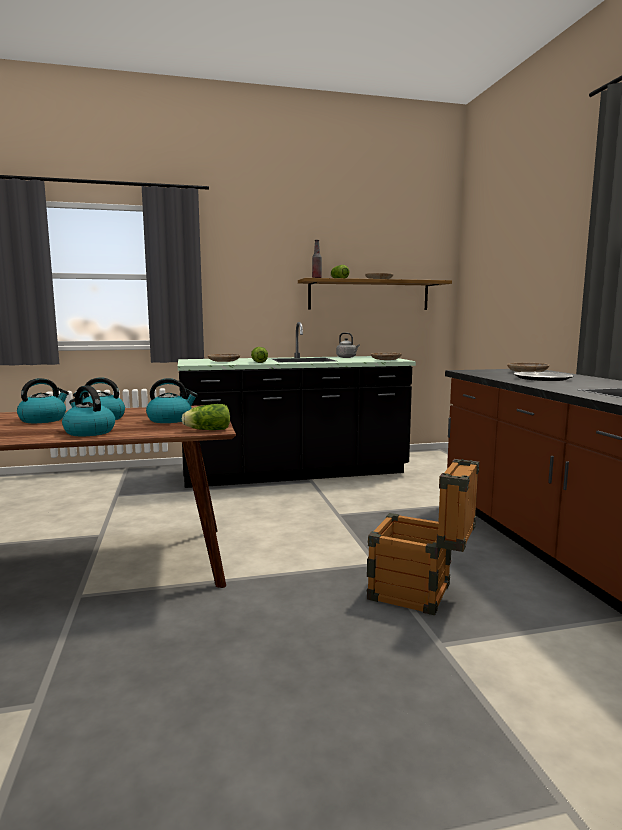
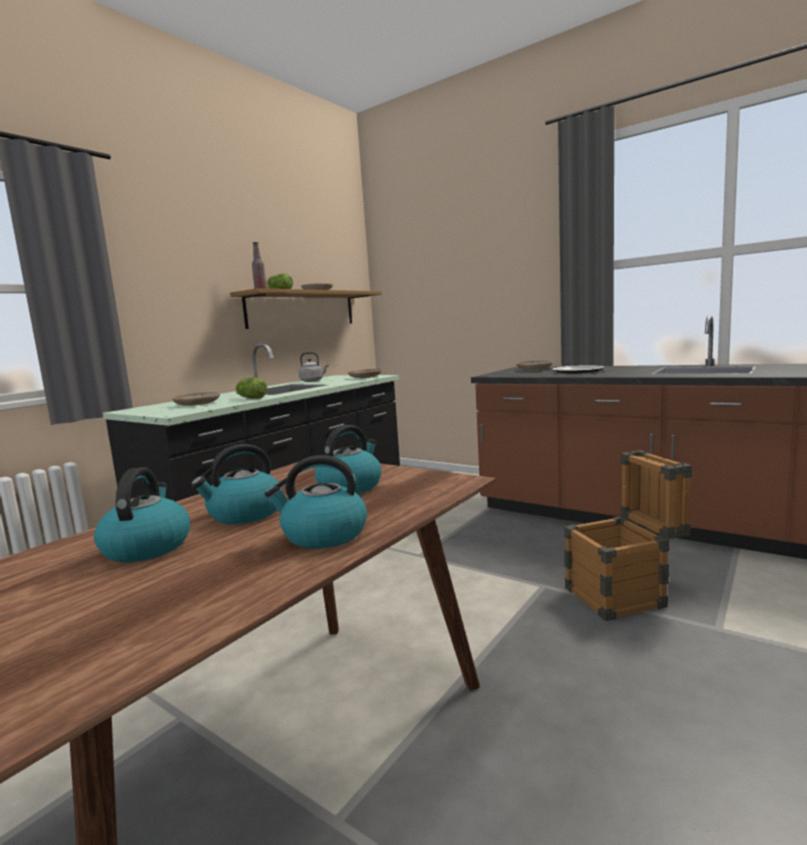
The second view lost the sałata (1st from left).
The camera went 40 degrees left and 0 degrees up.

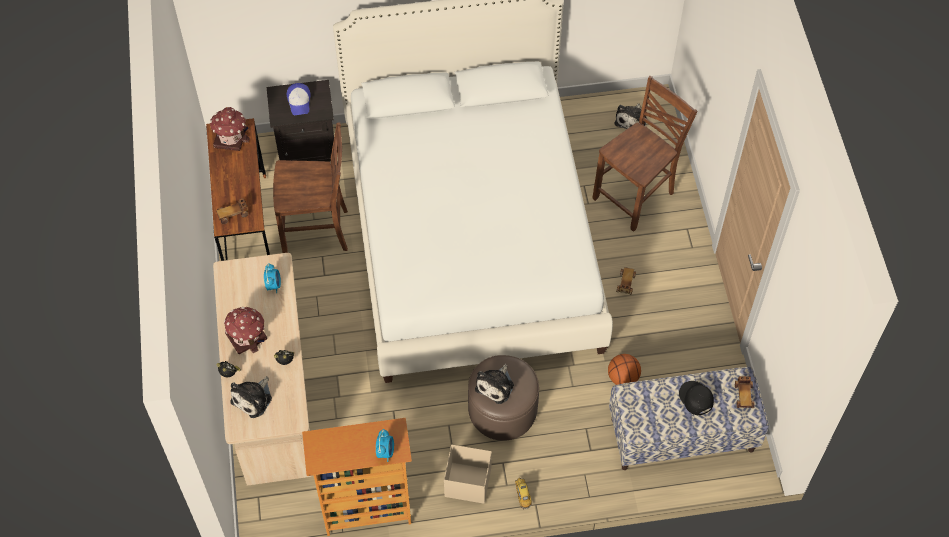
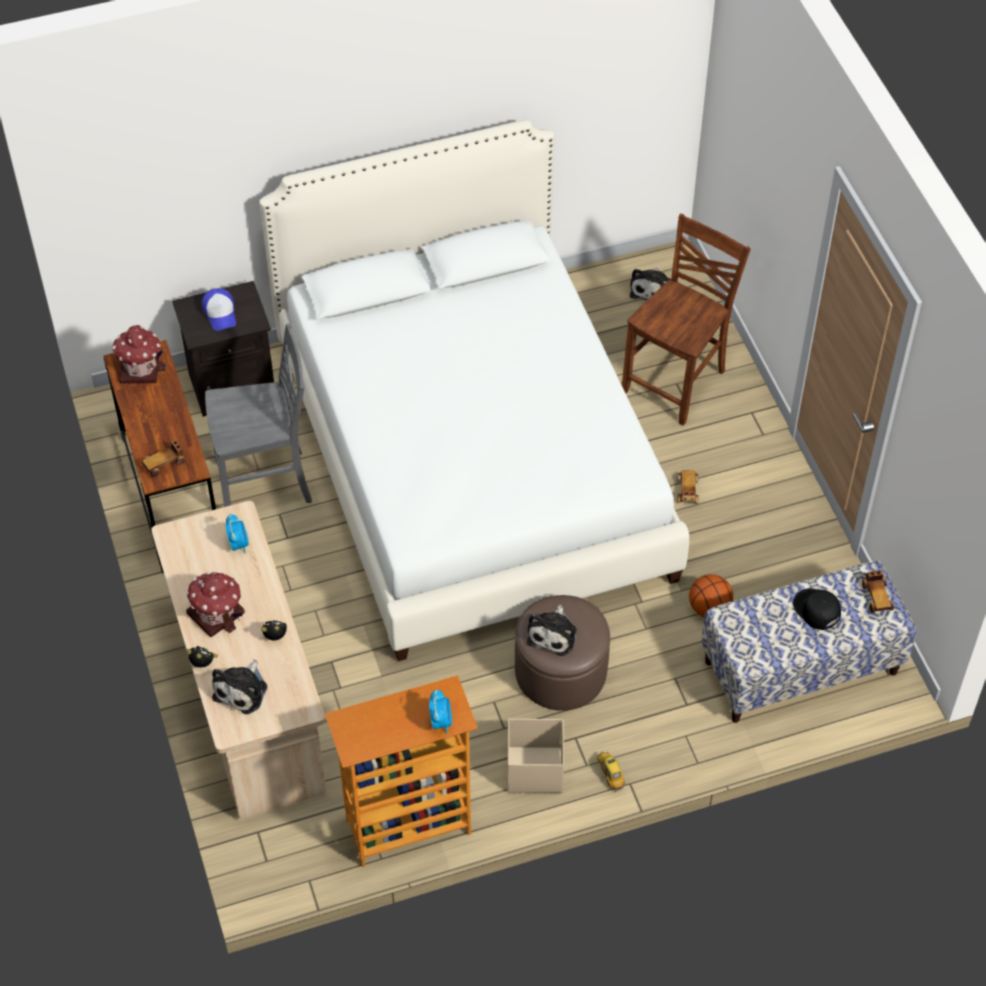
What was the krzesło/brązowy (1st from left) turned into the krzesło/szary.
The camera went 10 degrees left and 5 degrees down.

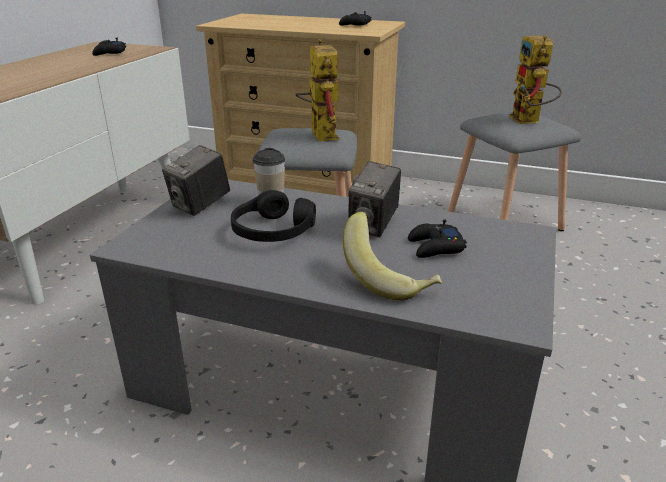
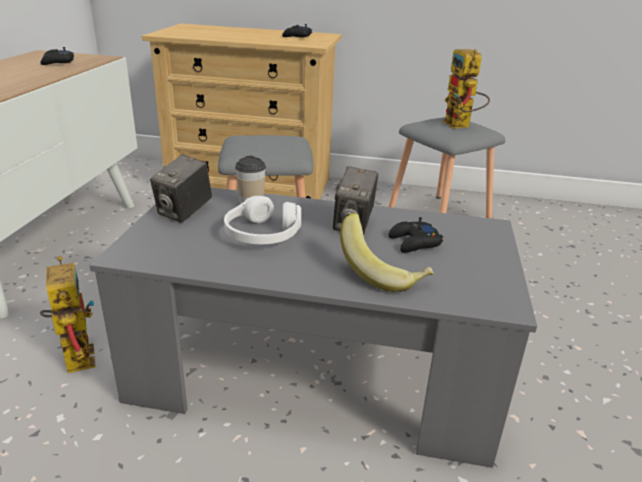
The robot zabawkowy (1st from left) ended up elsewhere.
What was the słuchawki/czarny turned into the słuchawki/biały.
The camera went 10 degrees left and 0 degrees up.

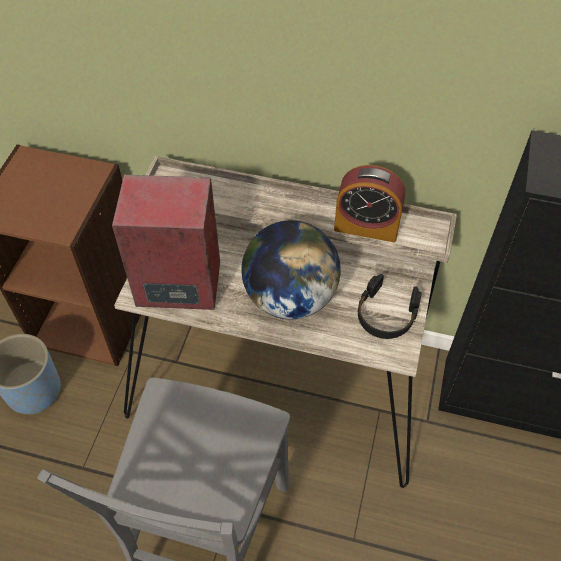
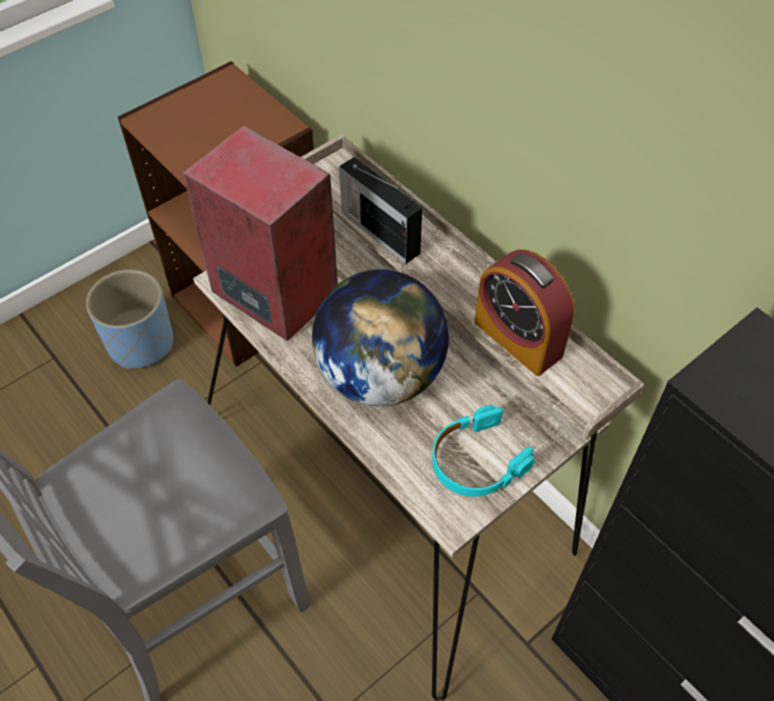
What was the słuchawki/czarny turned into the słuchawki/turkusowy.
The second view gained the radio.
The camera went 35 degrees right and 0 degrees up.

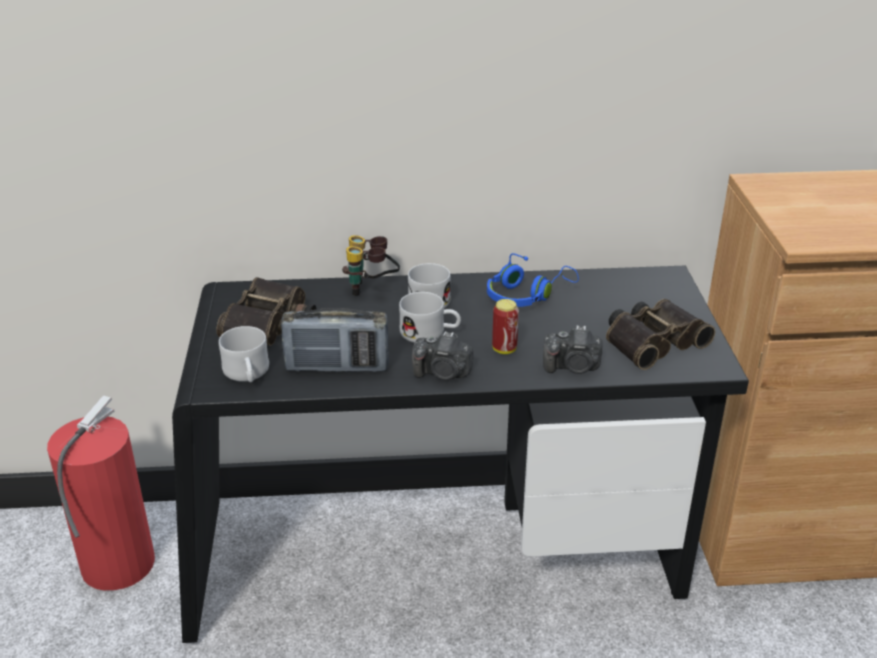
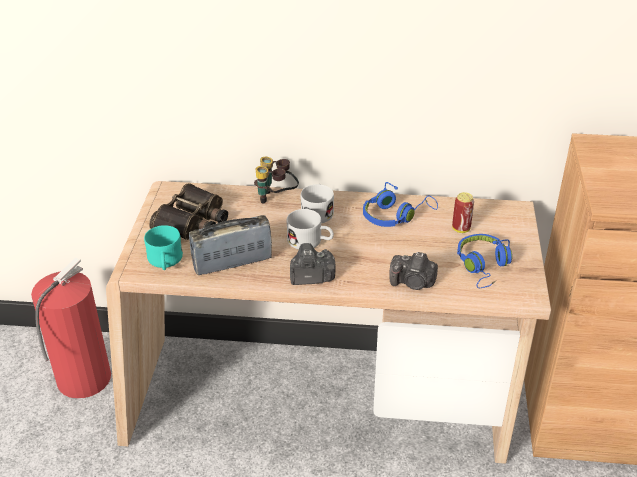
What was the biurko/czarny turned into the biurko/beżowy.
The puszka ended up elsewhere.
Where the lornetka (3rd from left) stood, the słuchawki/niebieski (2nd from left) came to stand.
The radio ended up facing another way, 150 degrees clockwise from before.
What was the kubek/biały (1st from left) turned into the kubek/turkusowy.
The aparat fotograficzny (1st from left) ended up facing another way, 150 degrees clockwise from before.
The camera went 10 degrees right and 5 degrees up.

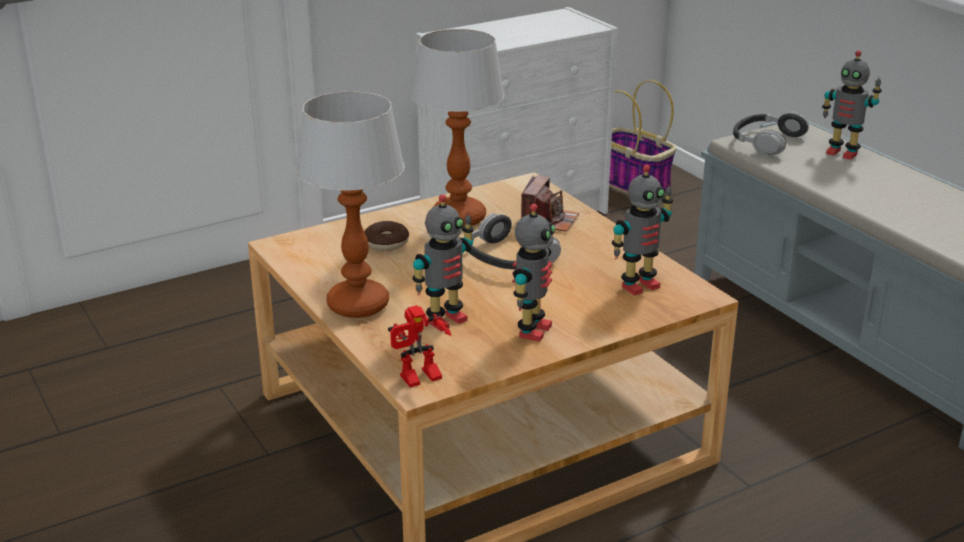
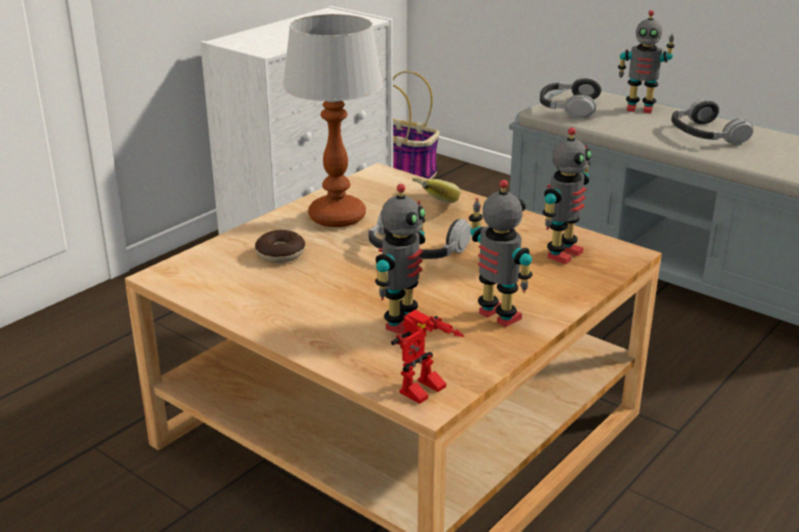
The second view lost the lampa stołowa (1st from left).
Where the aparat fotograficzny stood, the banan came to stand.
The robot zabawkowy (3rd from left) ended up facing another way, 45 degrees counterclockwise from before.
The second view gained the słuchawki (3rd from left).
The camera went 20 degrees left and 0 degrees up.

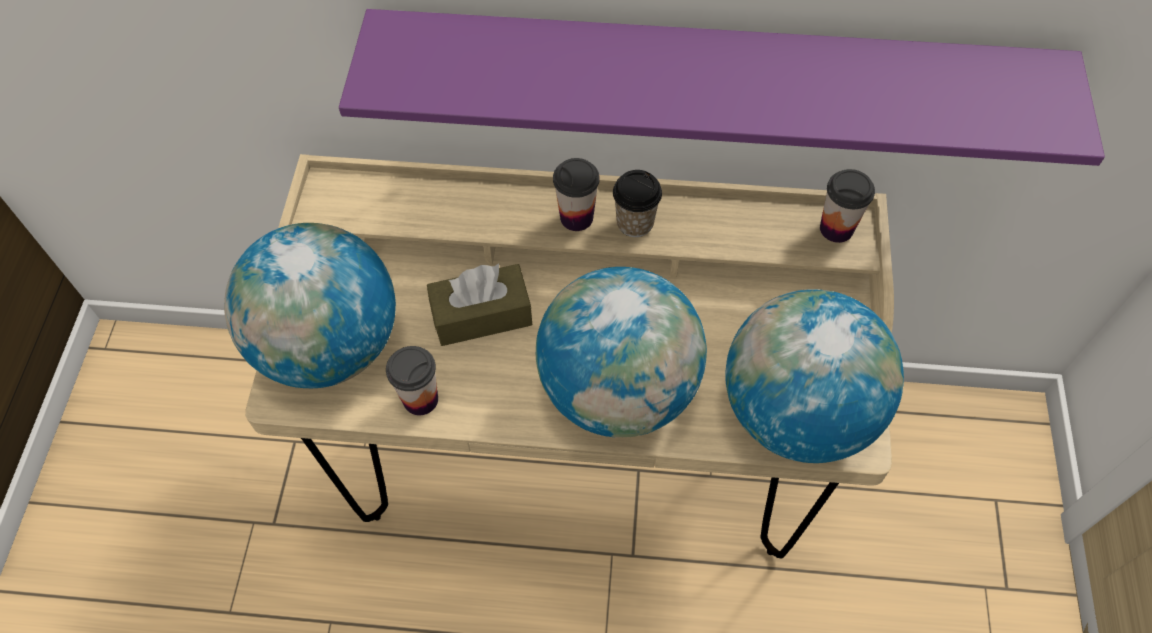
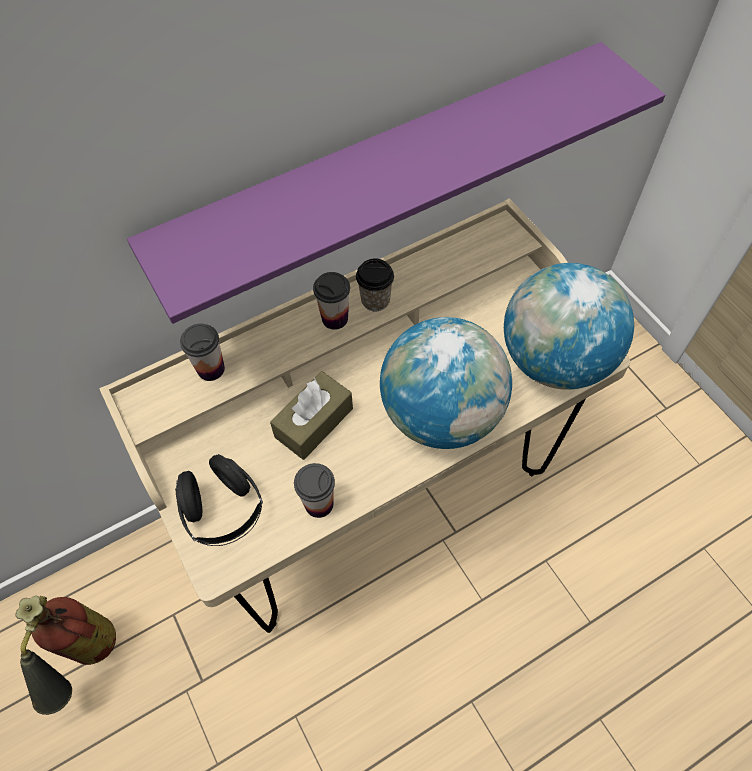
The filiżanka (4th from left in the first image) ended up elsewhere.
Where the globus (1st from left) stood, the słuchawki/czarny came to stand.
The second view gained the gaśnica.
The camera went 35 degrees left and 0 degrees up.

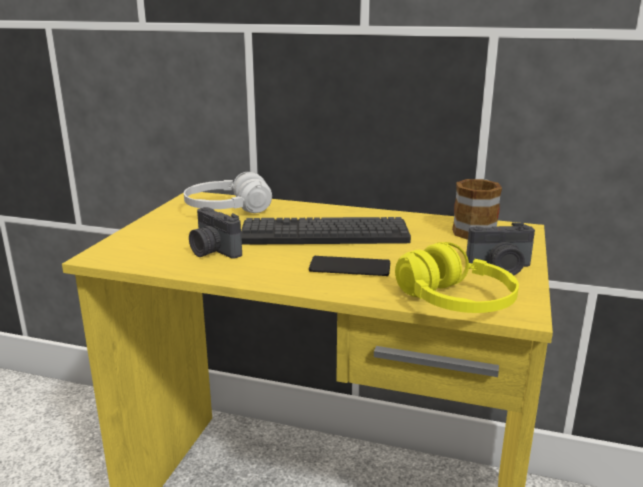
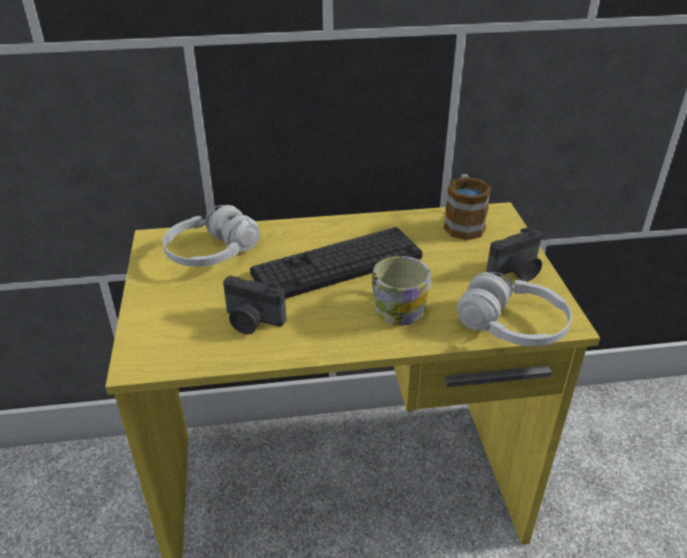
What was the słuchawki/żółty turned into the słuchawki/biały (2nd from left).
Where the telefon stood, the kubek (1st from left) came to stand.
The camera went 25 degrees left and 15 degrees up.

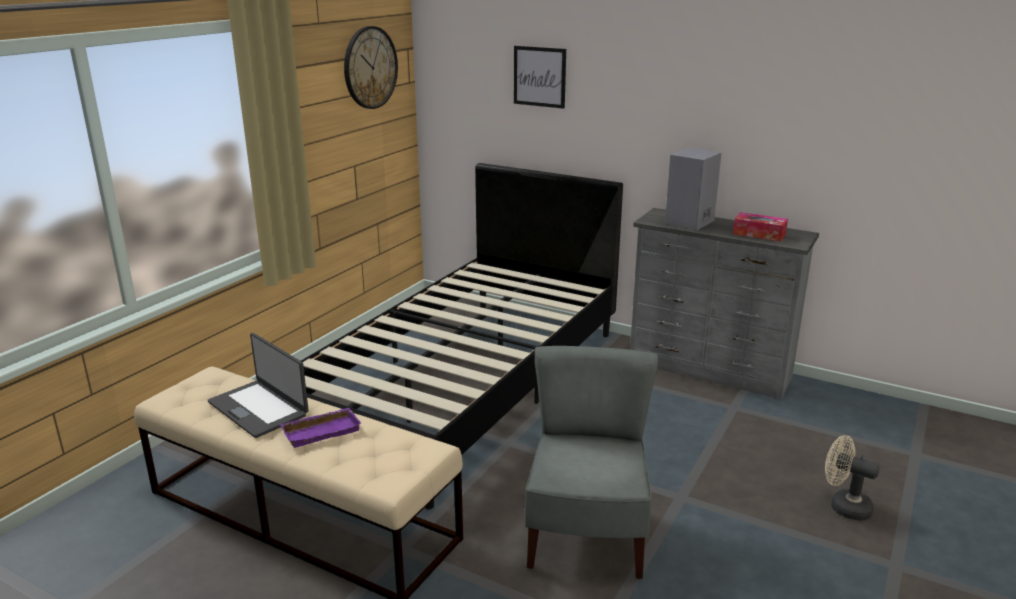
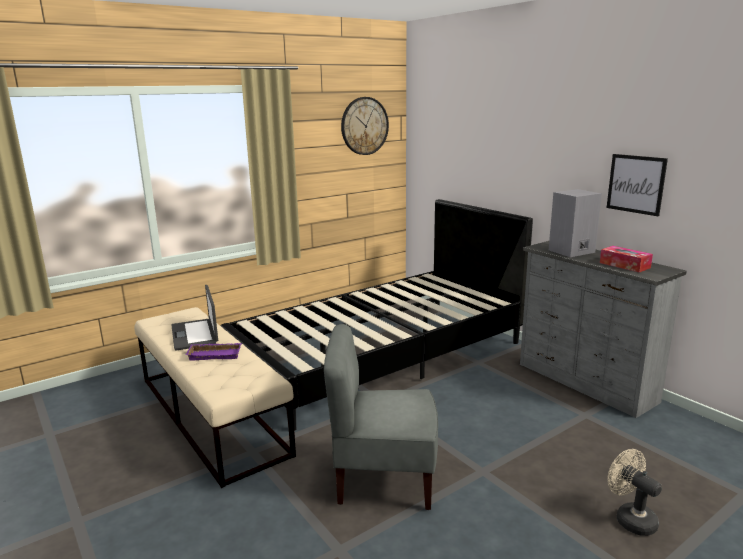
The obraz ended up elsewhere.
The krzesło/szary ended up facing another way, 120 degrees counterclockwise from before.
The camera went 25 degrees right and 5 degrees down.

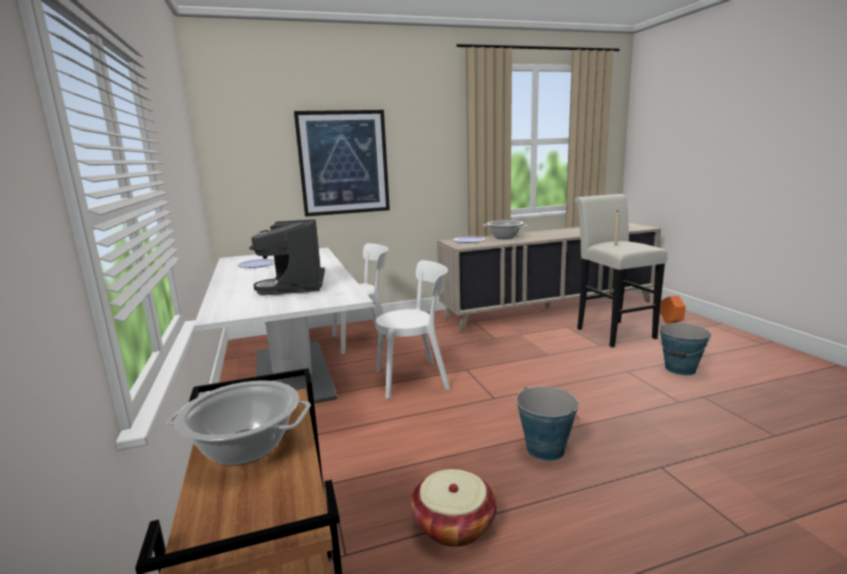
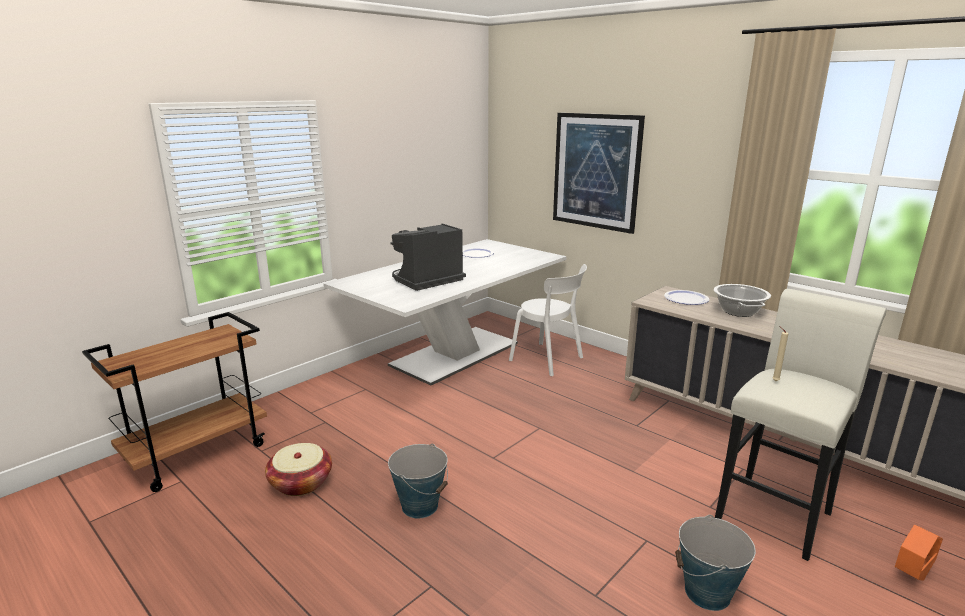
The second view lost the krzesło/biały (2nd from left).
The second view lost the garnek (1st from left).
The camera went 60 degrees right and 5 degrees up.

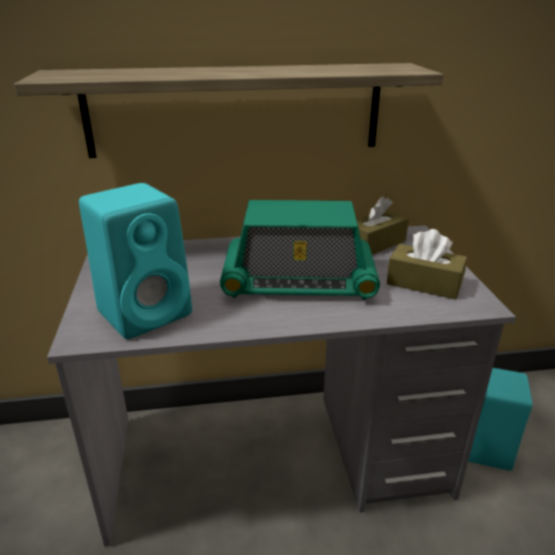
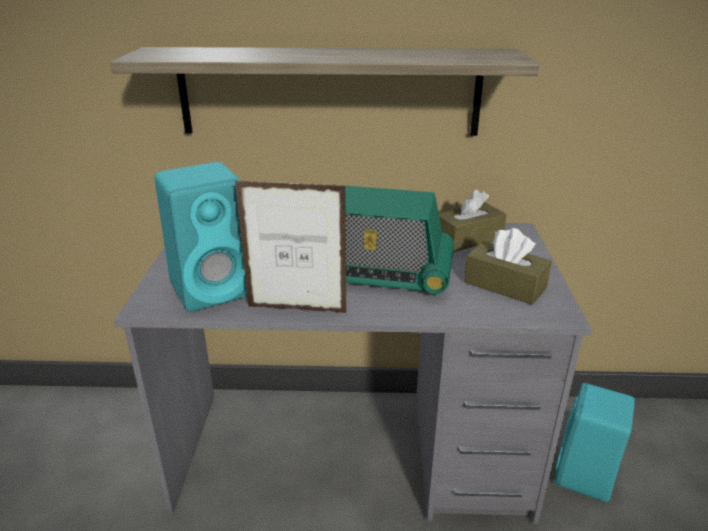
The second view gained the ramka na zdjęcie.
The camera went 10 degrees right and 0 degrees up.

